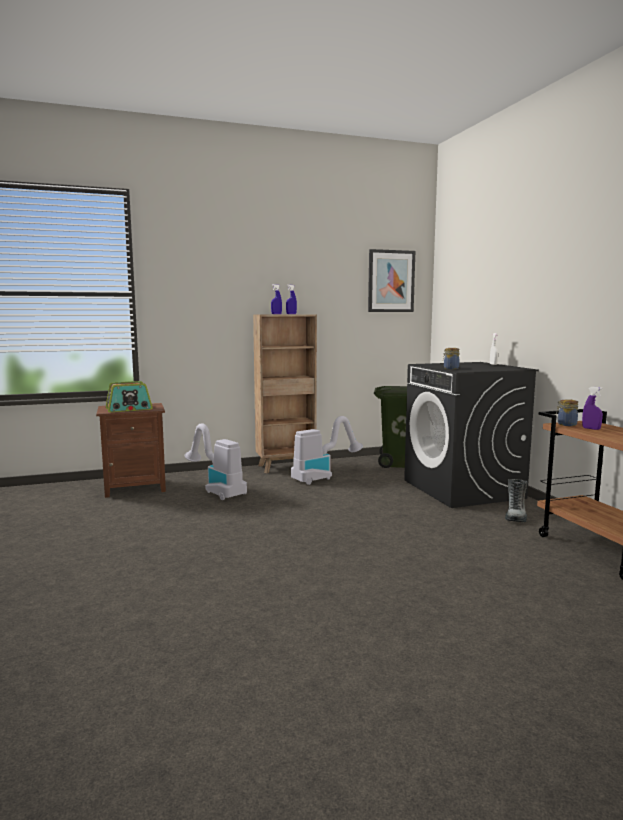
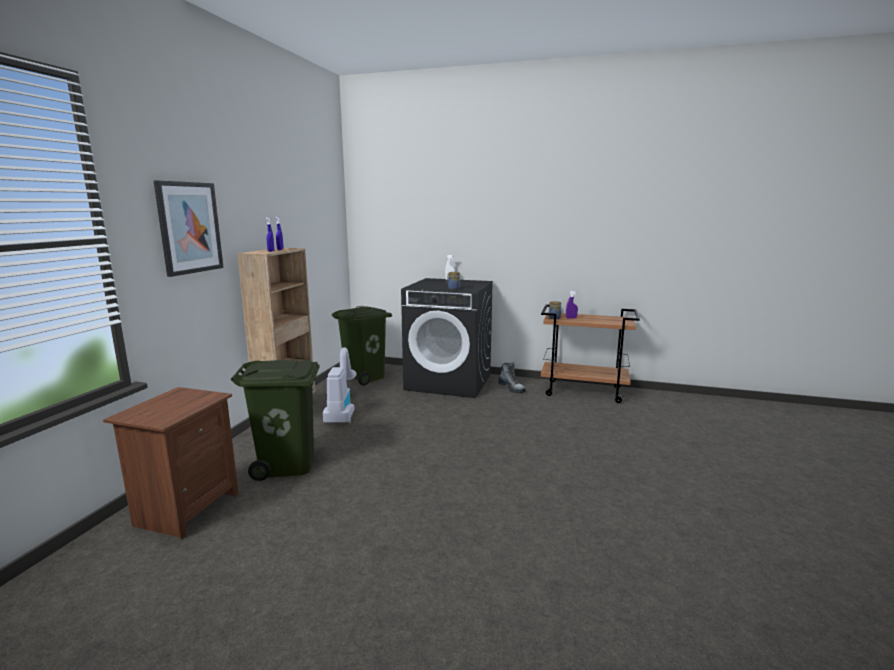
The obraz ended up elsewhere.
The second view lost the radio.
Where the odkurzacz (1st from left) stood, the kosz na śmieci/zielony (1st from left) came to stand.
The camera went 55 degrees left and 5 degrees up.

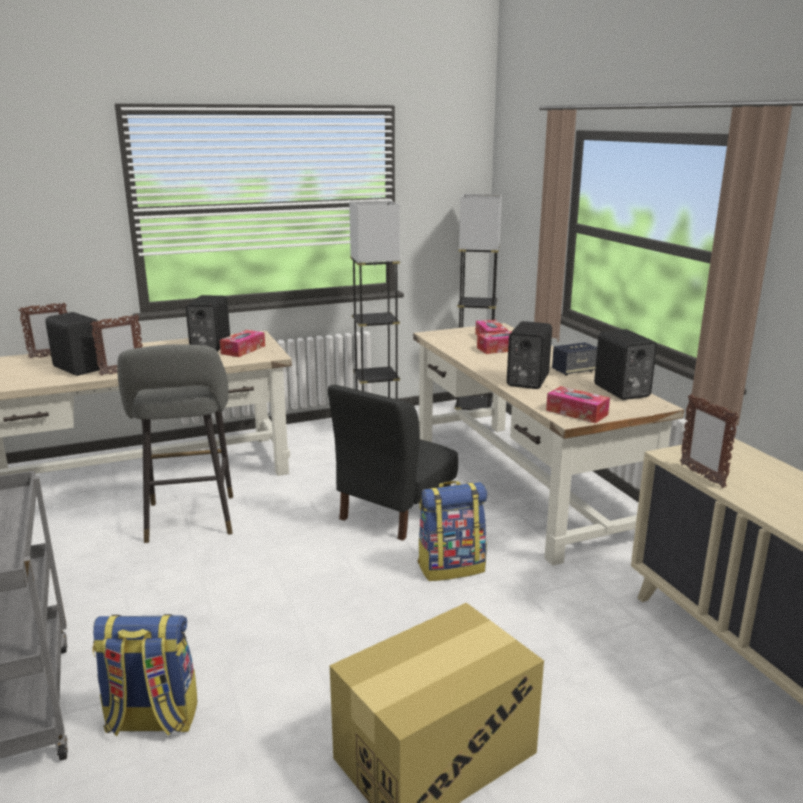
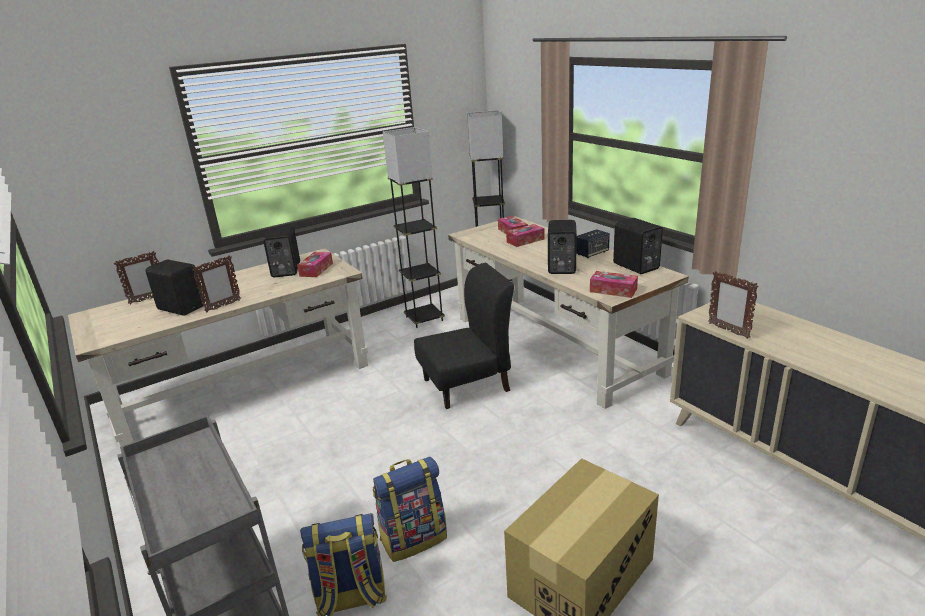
The second view lost the stołek/szary.
The krzesło/czarny ended up facing another way, 135 degrees counterclockwise from before.
The plecak (2nd from left) ended up elsewhere.
The camera went 10 degrees left and 5 degrees up.

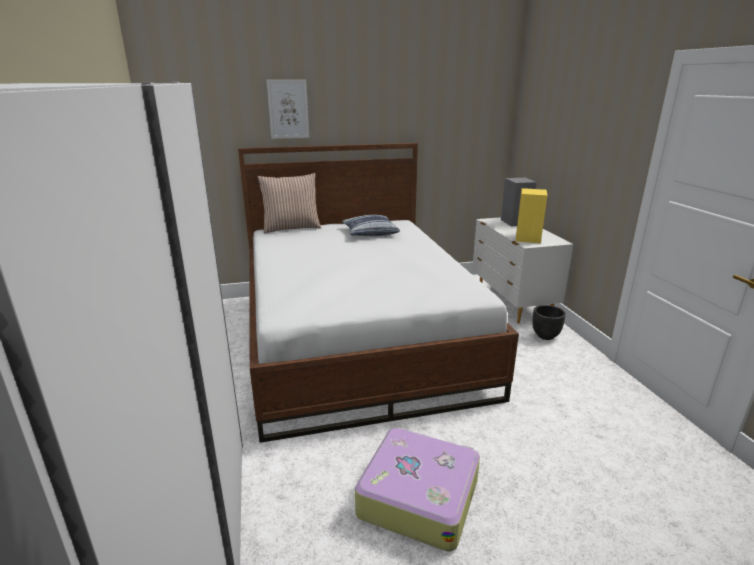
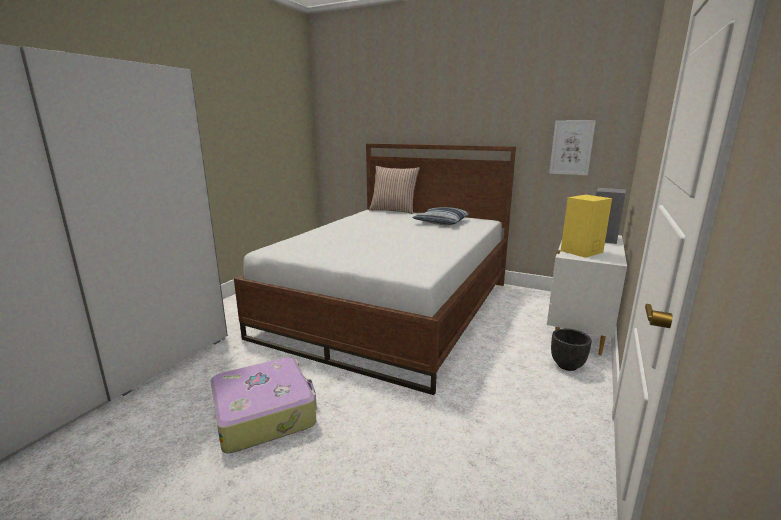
The obraz ended up elsewhere.
The camera went 40 degrees right and 5 degrees down.

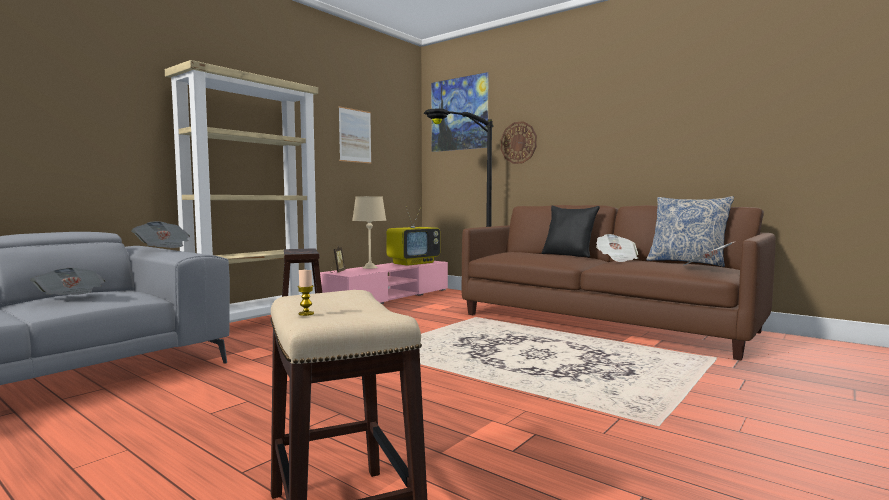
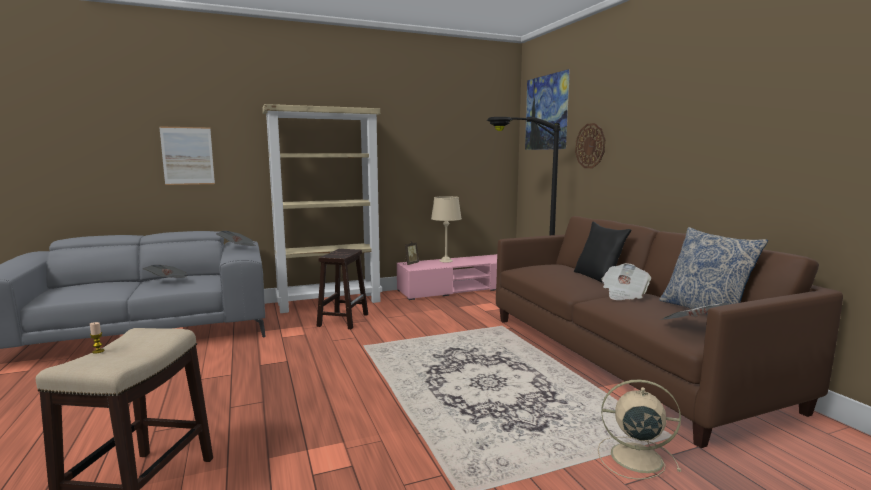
The obraz (1st from left) ended up elsewhere.
The second view lost the telewizor.
The second view gained the wentylator/beżowy.
The camera went 30 degrees right and 5 degrees up.

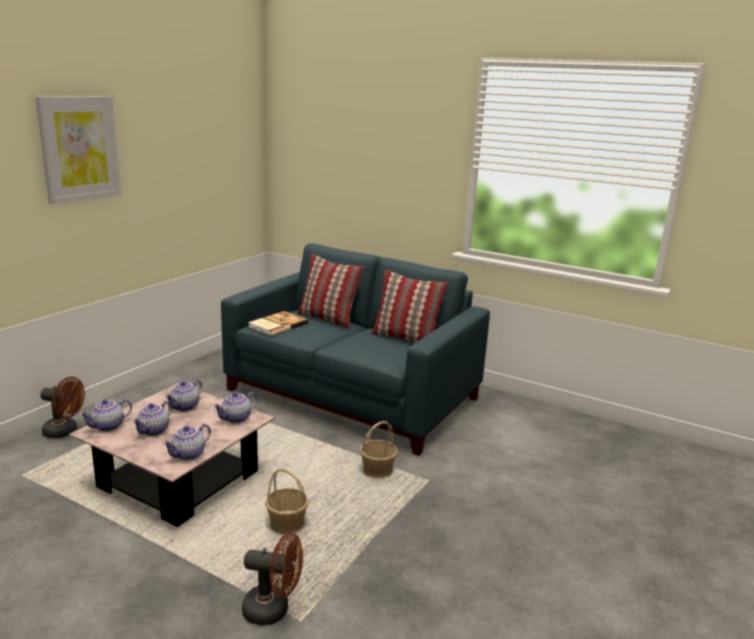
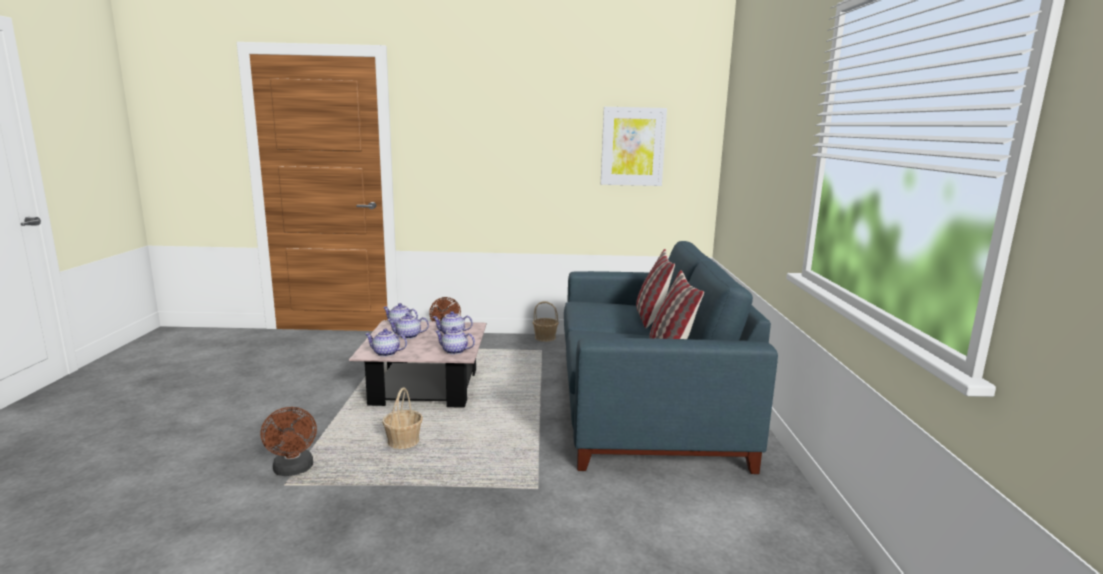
The obraz ended up elsewhere.
The second view lost the książka.
The koszyk (2nd from left) ended up elsewhere.
The camera went 60 degrees right and 5 degrees down.

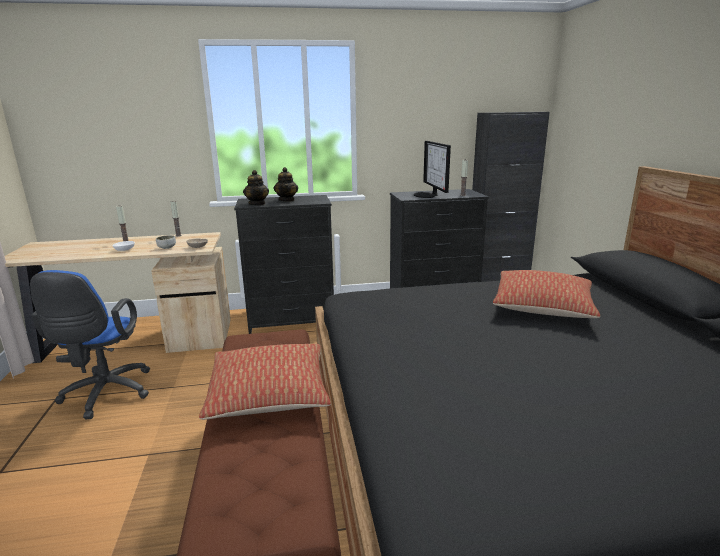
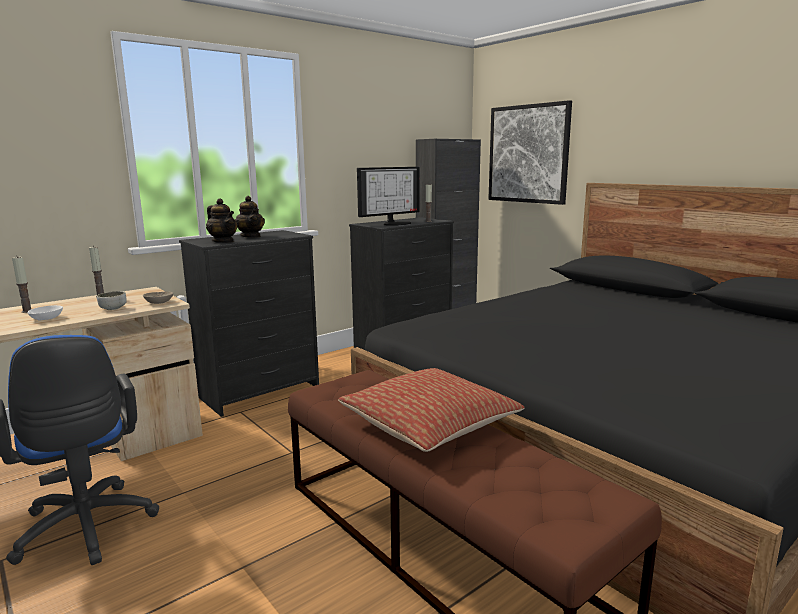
The monitor ended up facing another way, 90 degrees counterclockwise from before.
The second view lost the poduszka (2nd from left).
The second view gained the obraz.
The camera went 30 degrees left and 5 degrees down.

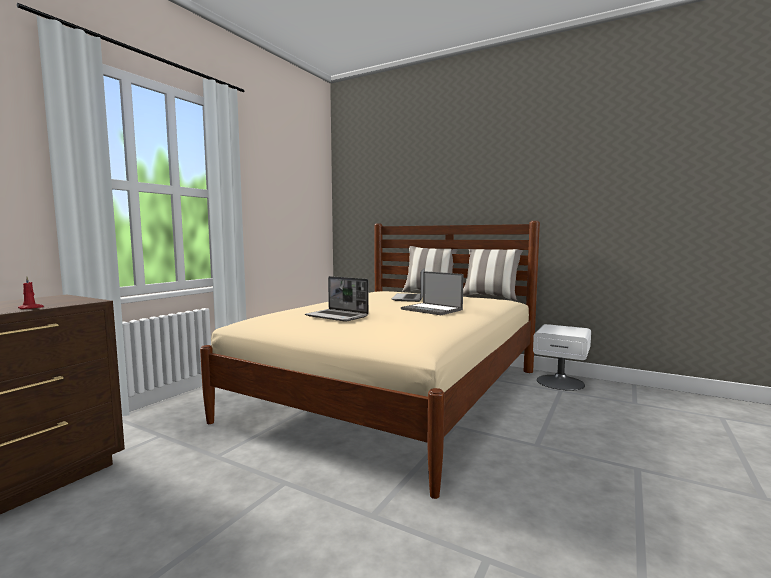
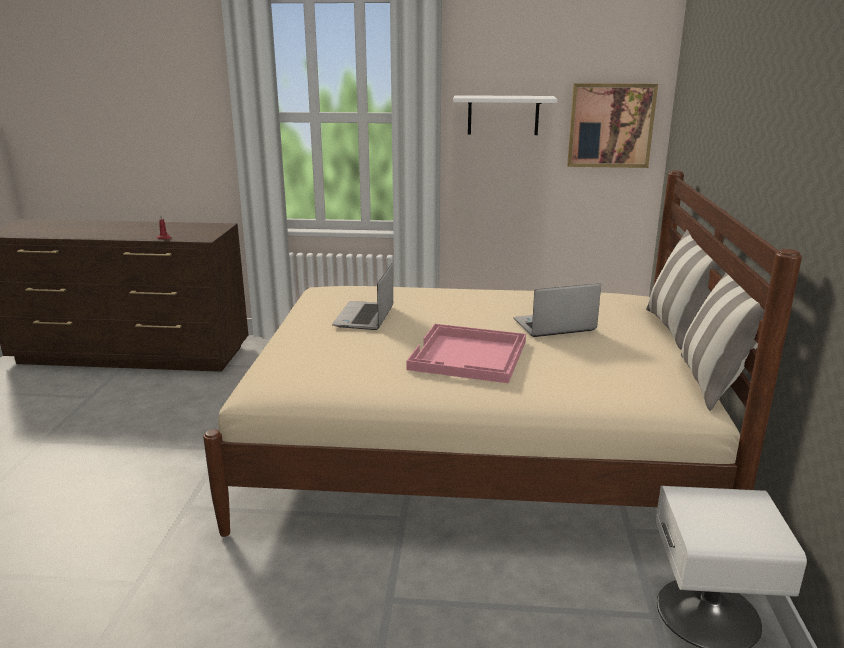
Where the laptop (3rd from left) stood, the taca/różowy came to stand.
The second view gained the obraz.
The second view gained the półka/biały.
The camera went 65 degrees right and 15 degrees up.

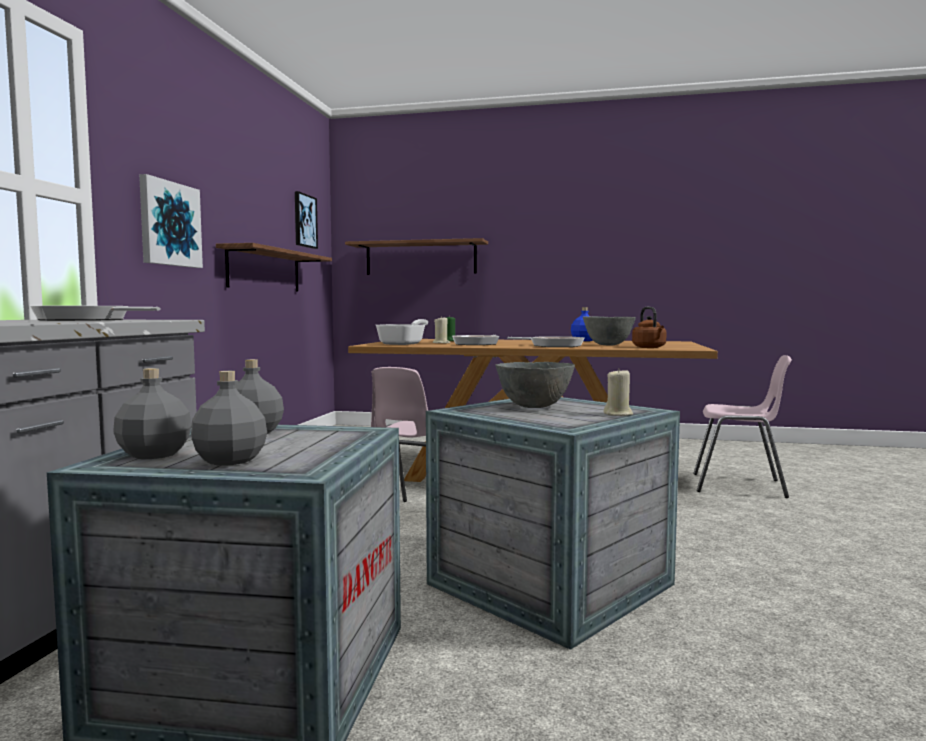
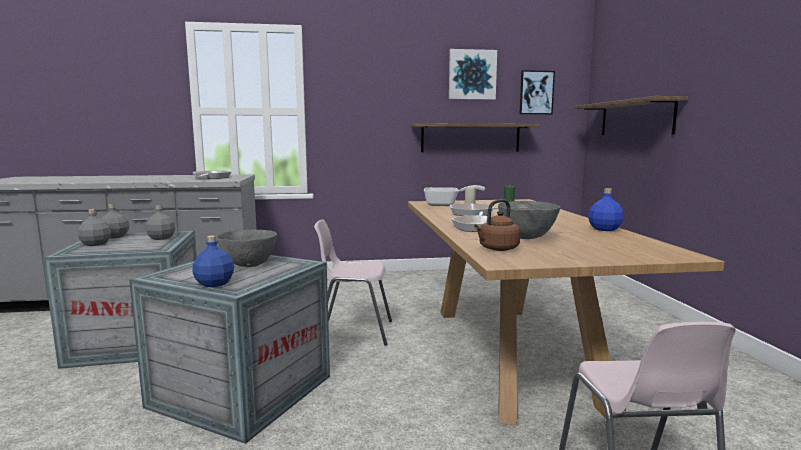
The obraz (1st from left) ended up elsewhere.
Where the świeca/beżowy (2nd from left) stood, the butelka/niebieski (1st from left) came to stand.
The camera went 70 degrees right and 5 degrees up.

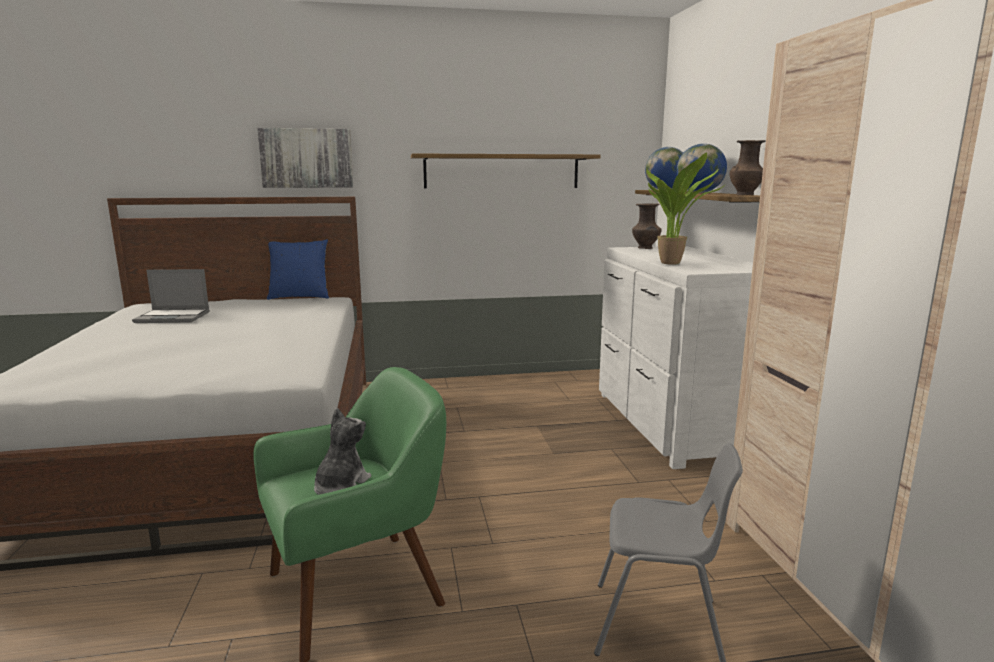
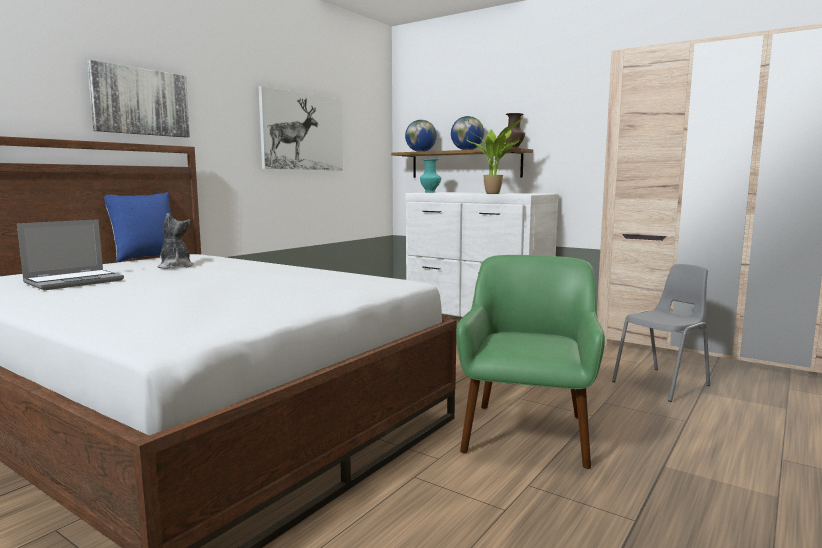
Where the półka (1st from left) hung, the obraz (2nd from left) came to hang.
What was the wazon/brązowy (1st from left) turned into the wazon/turkusowy.
The pluszak ended up elsewhere.
The camera went 45 degrees left and 5 degrees down.

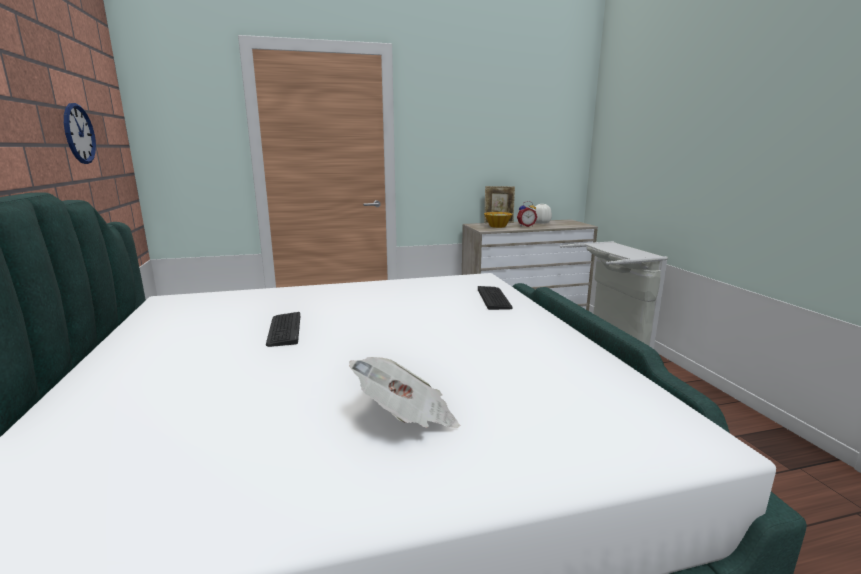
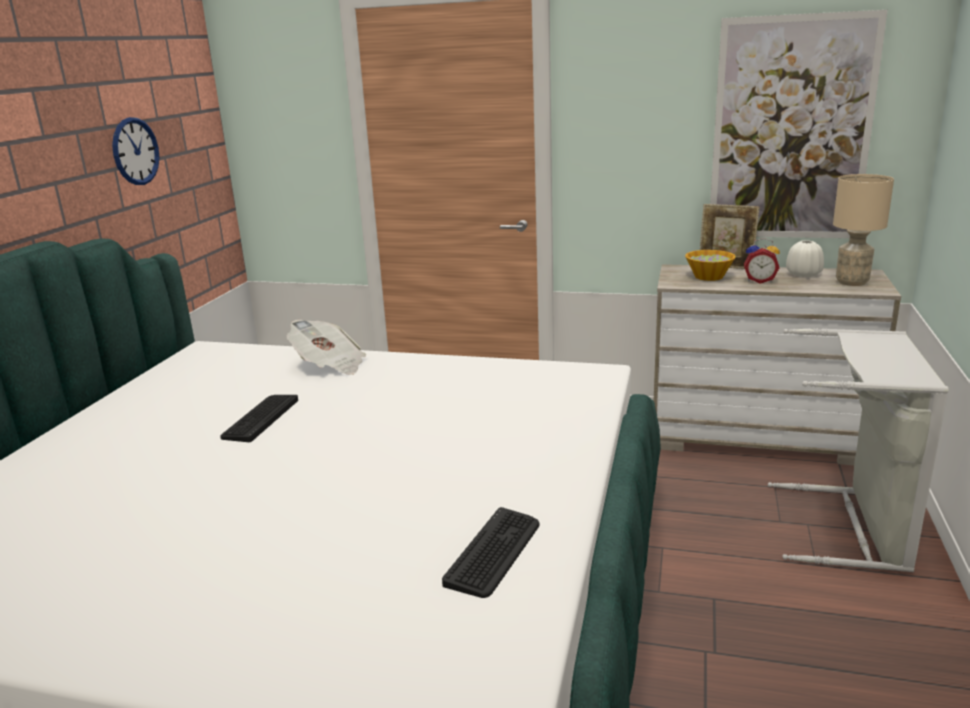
The klawiatura (2nd from left) ended up elsewhere.
The gazeta ended up elsewhere.
The second view gained the obraz.
The second view gained the lampa stołowa/beżowy.
The camera went 30 degrees right and 5 degrees up.

